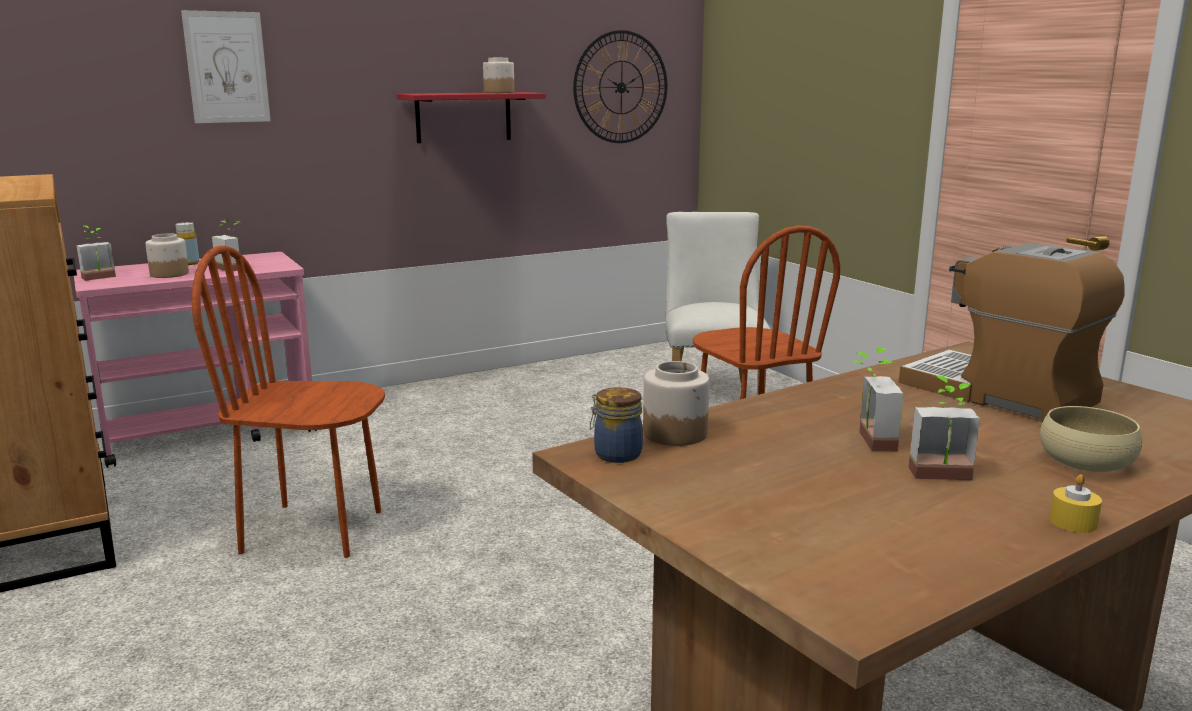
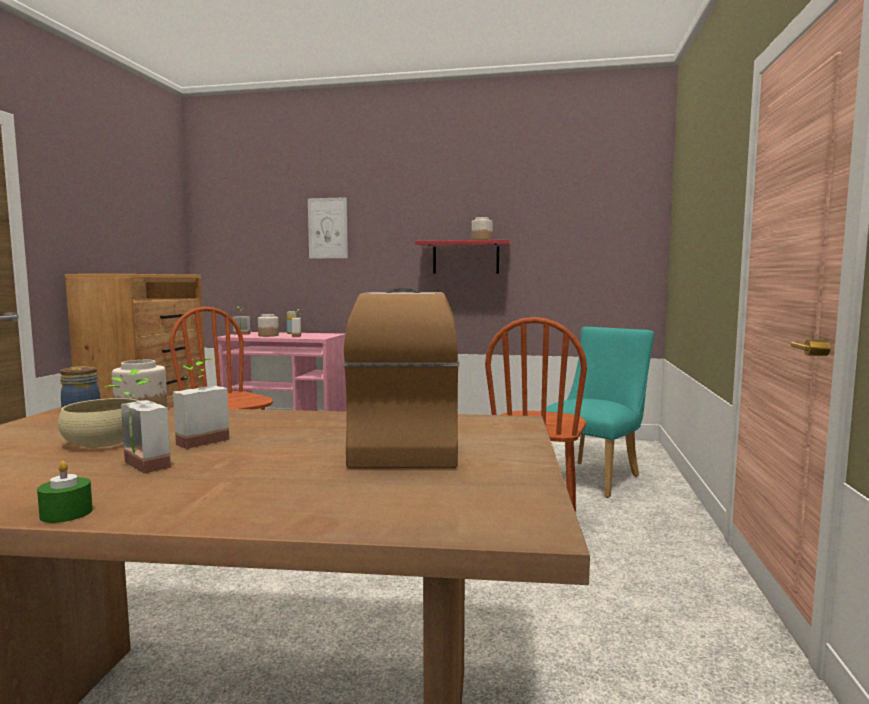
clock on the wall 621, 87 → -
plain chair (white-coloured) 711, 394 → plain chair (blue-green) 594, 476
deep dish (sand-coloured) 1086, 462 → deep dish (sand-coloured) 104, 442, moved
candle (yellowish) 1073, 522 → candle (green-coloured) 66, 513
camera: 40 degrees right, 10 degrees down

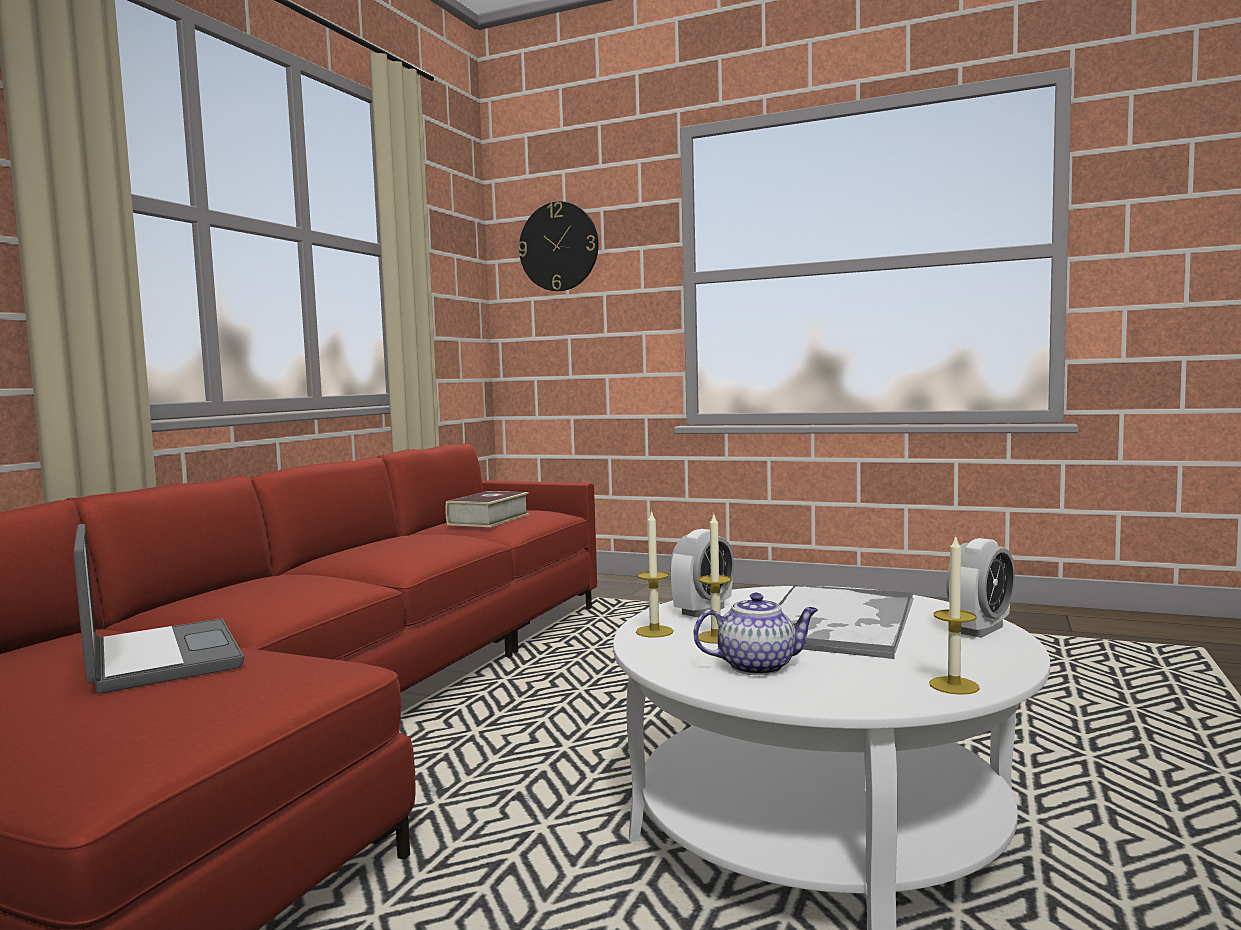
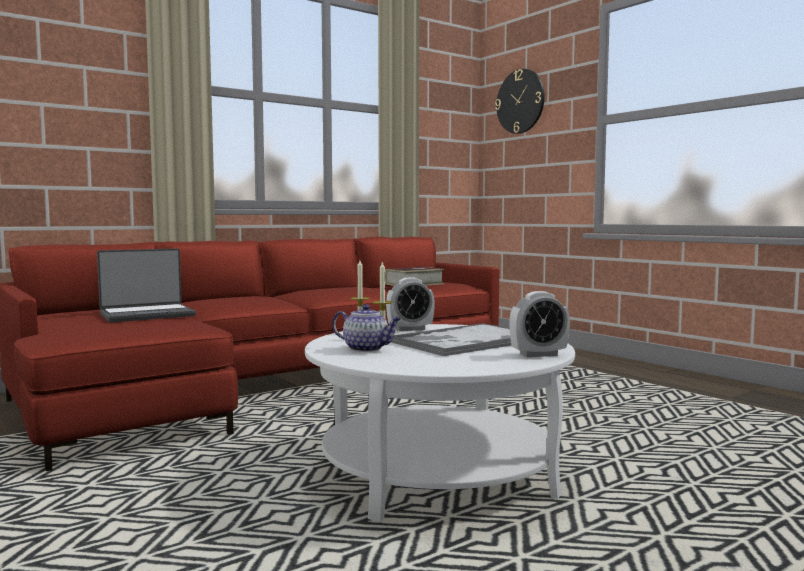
notebook computer 158, 659 → notebook computer 147, 315, 60 degrees clockwise
candle 954, 685 → -
camera: 30 degrees right, 0 degrees up

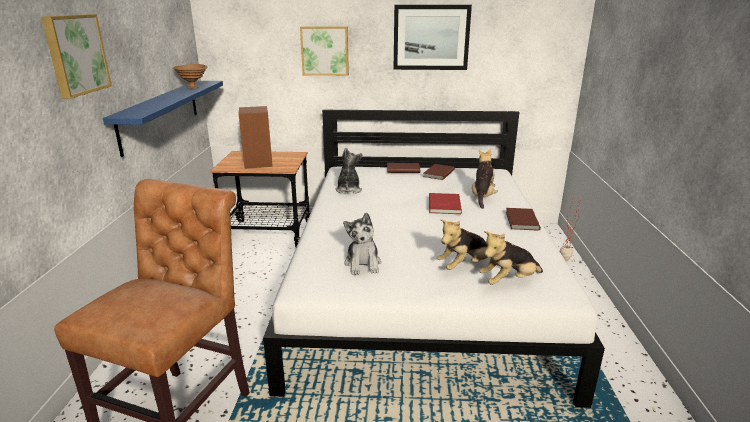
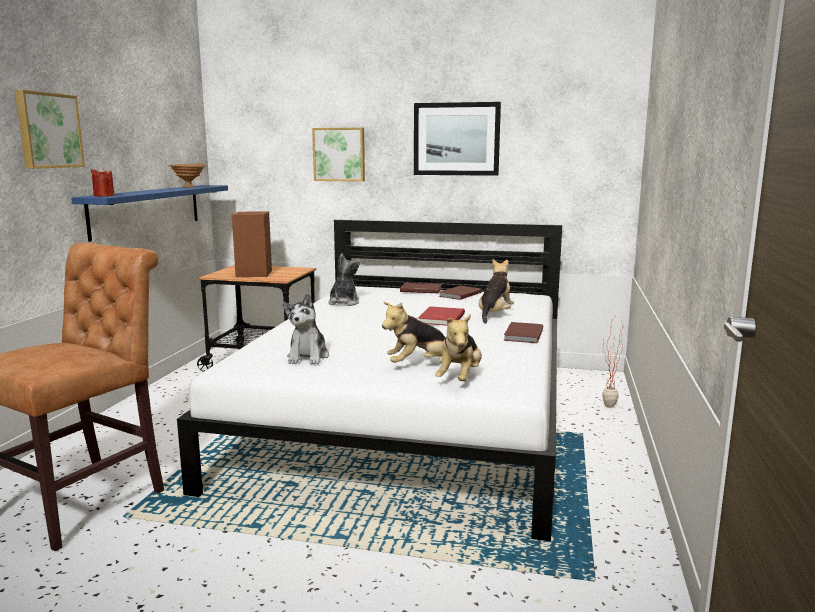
cuddly toy 508, 281 → cuddly toy 460, 378, 60 degrees counterclockwise
- → candle (red) 104, 196
camera: 10 degrees right, 10 degrees down

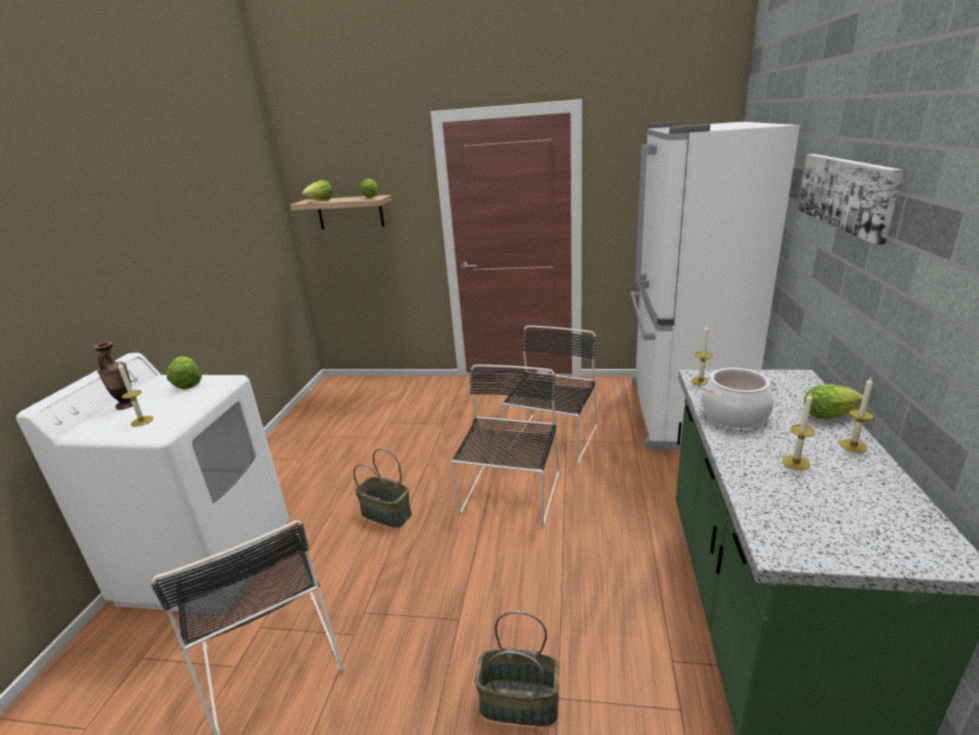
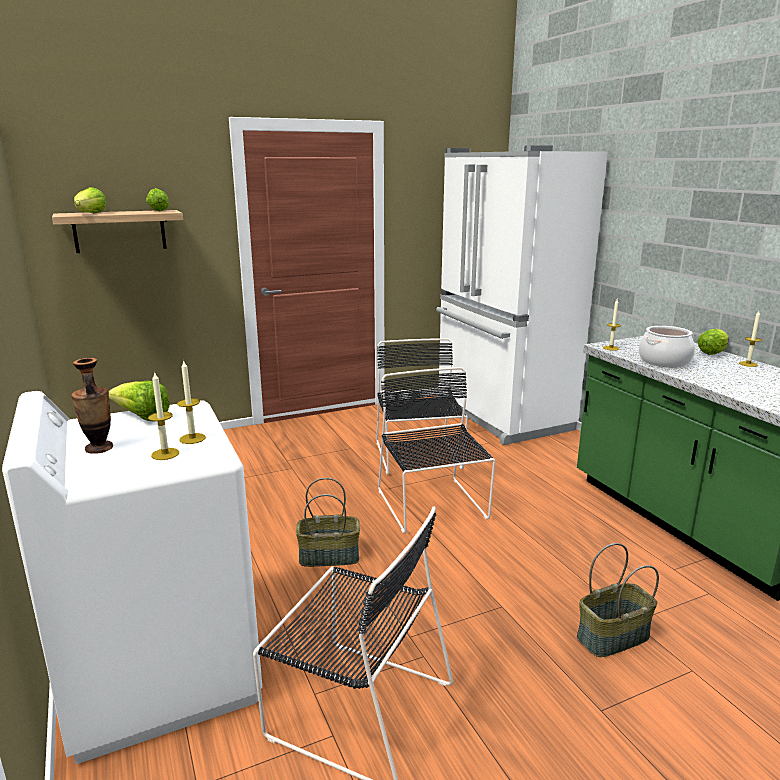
wall art 846, 193 → -
candle 796, 462 → candle 192, 438, moved
camera: 35 degrees left, 5 degrees down

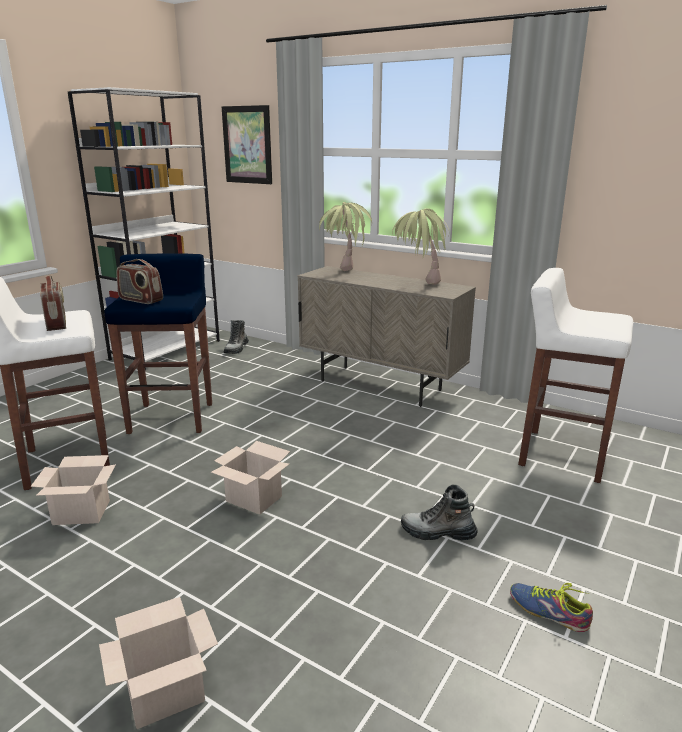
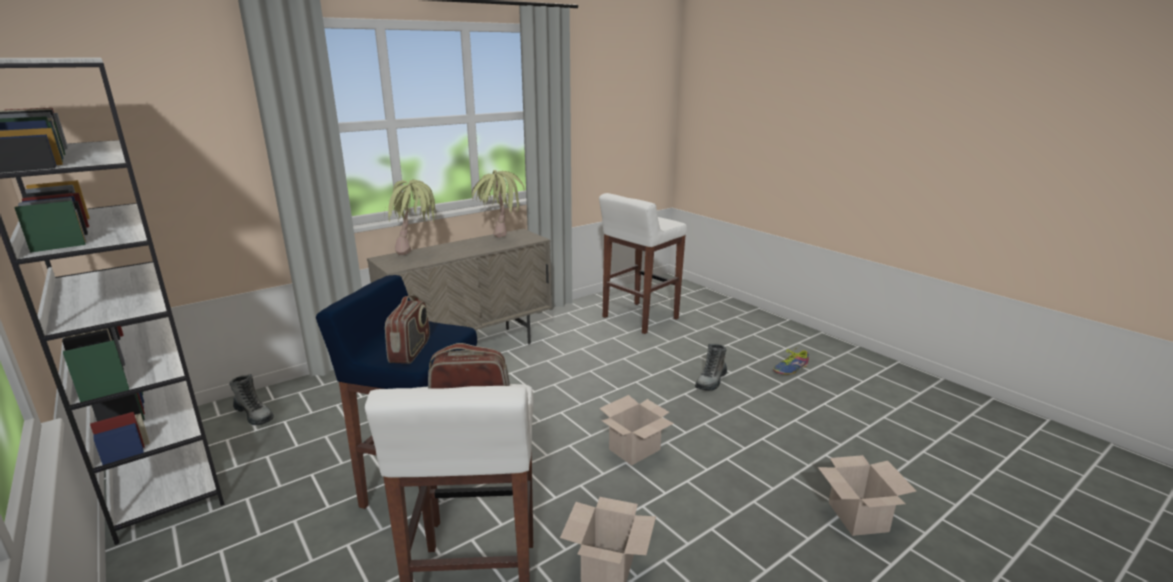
wall art 247, 145 → -
radio set 140, 300 → radio set 411, 351, 45 degrees counterclockwise
camera: 70 degrees left, 0 degrees up

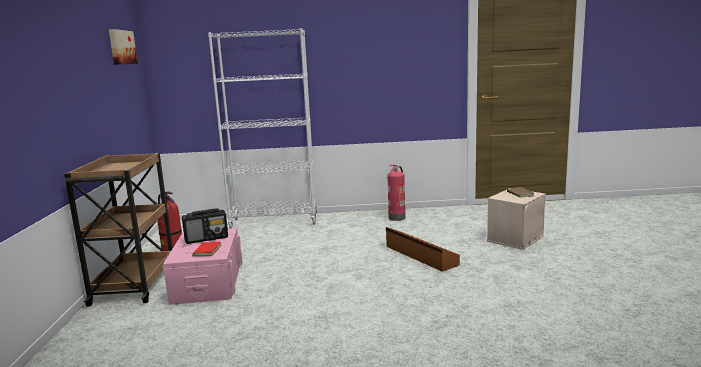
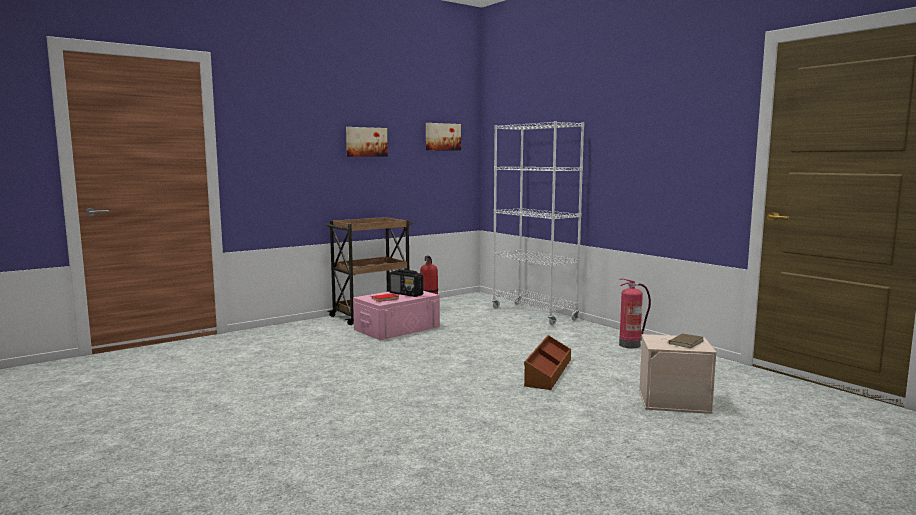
- → wall art 366, 142
camera: 55 degrees right, 5 degrees down

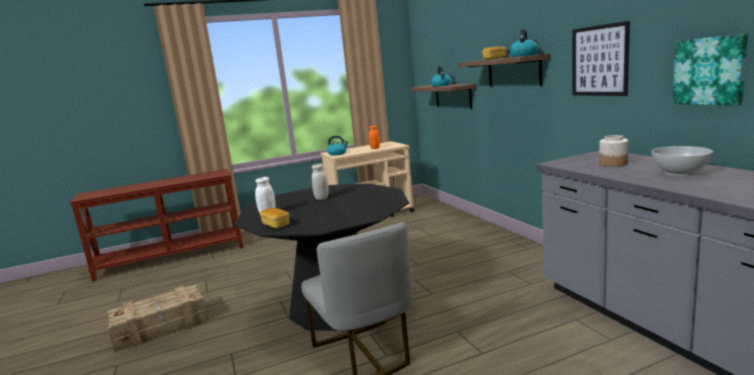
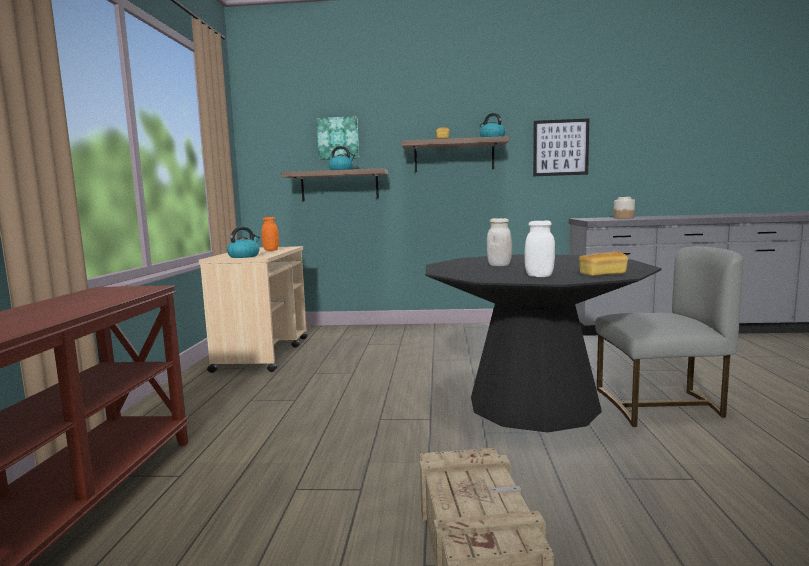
wall art 710, 71 → wall art 338, 138, moved
deep dish (white-coloured) 680, 173 → -
camera: 65 degrees left, 5 degrees down

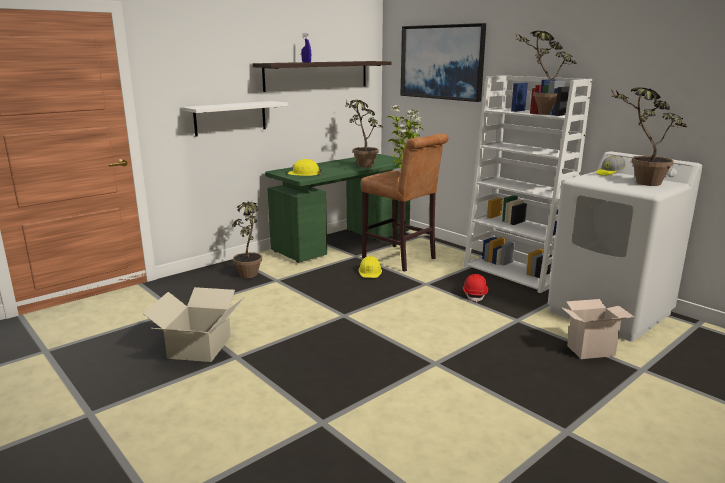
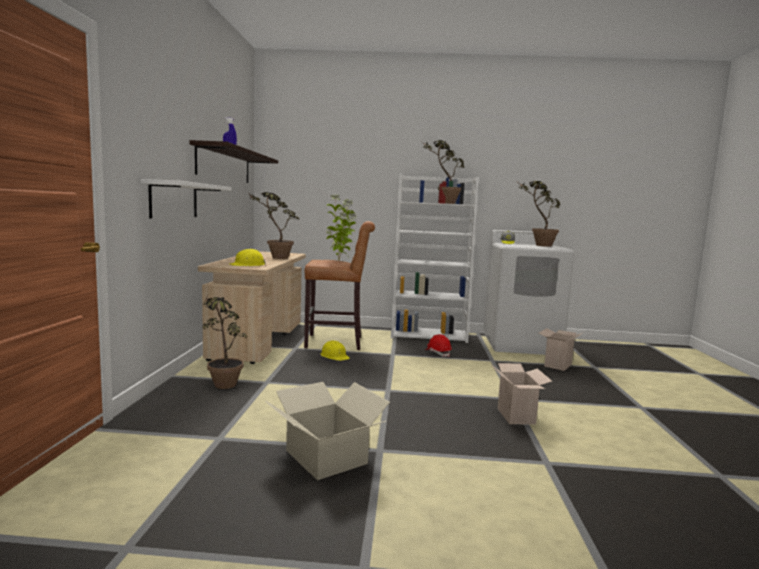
wall art 442, 62 → -
desk (green-coloured) 343, 241 → desk (sand-coloured) 258, 340
- → carton 517, 416
camera: 45 degrees left, 10 degrees down

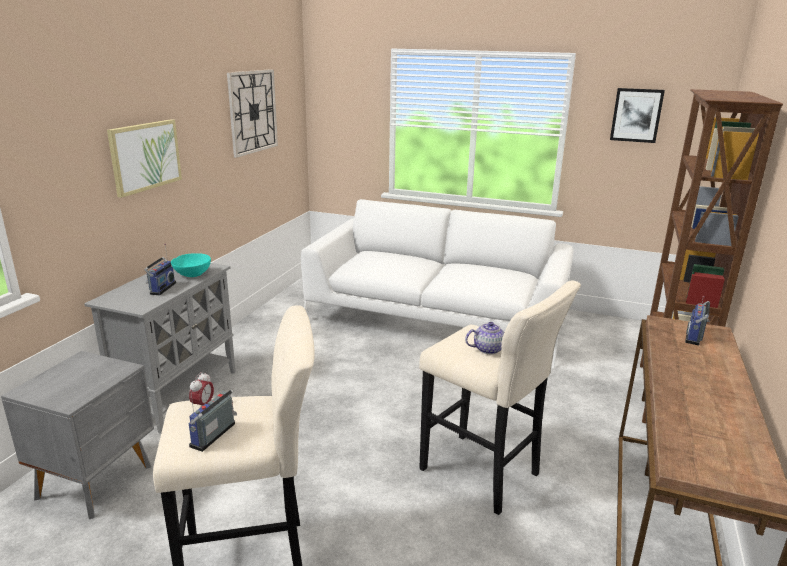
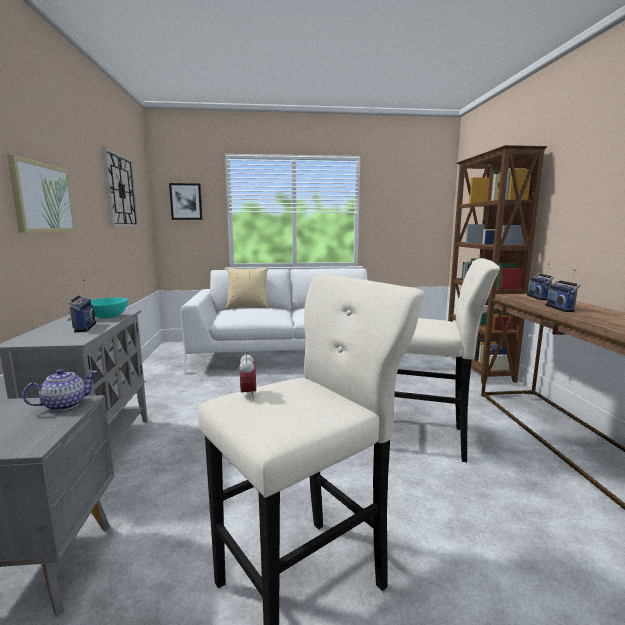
wall art 636, 115 → wall art 186, 201, moved
tea pot 488, 349 → tea pot 64, 405, moved
radio set 215, 436 → radio set 561, 308, moved
- → cushion (sand-coloured) 247, 307
camera: 25 degrees left, 10 degrees down

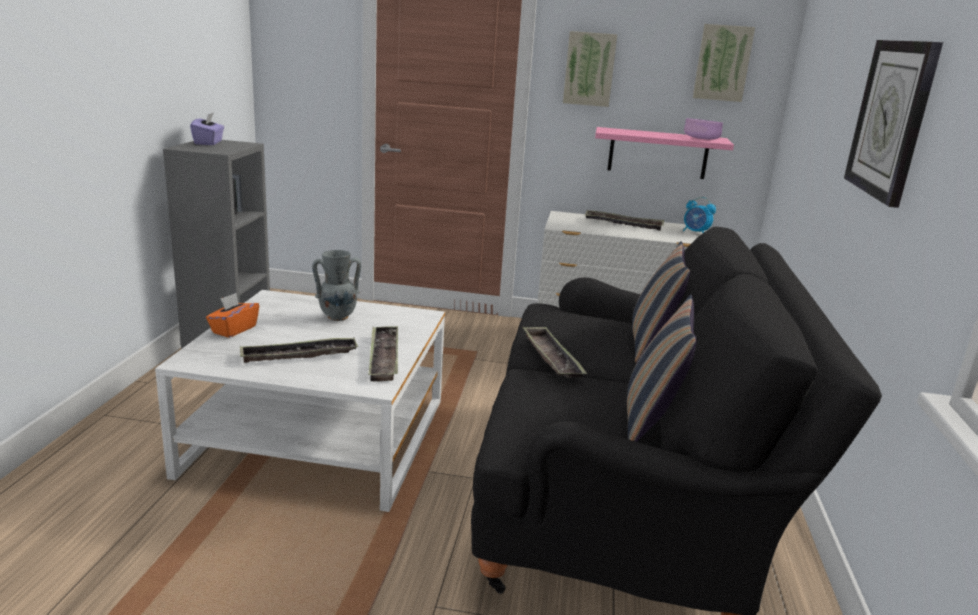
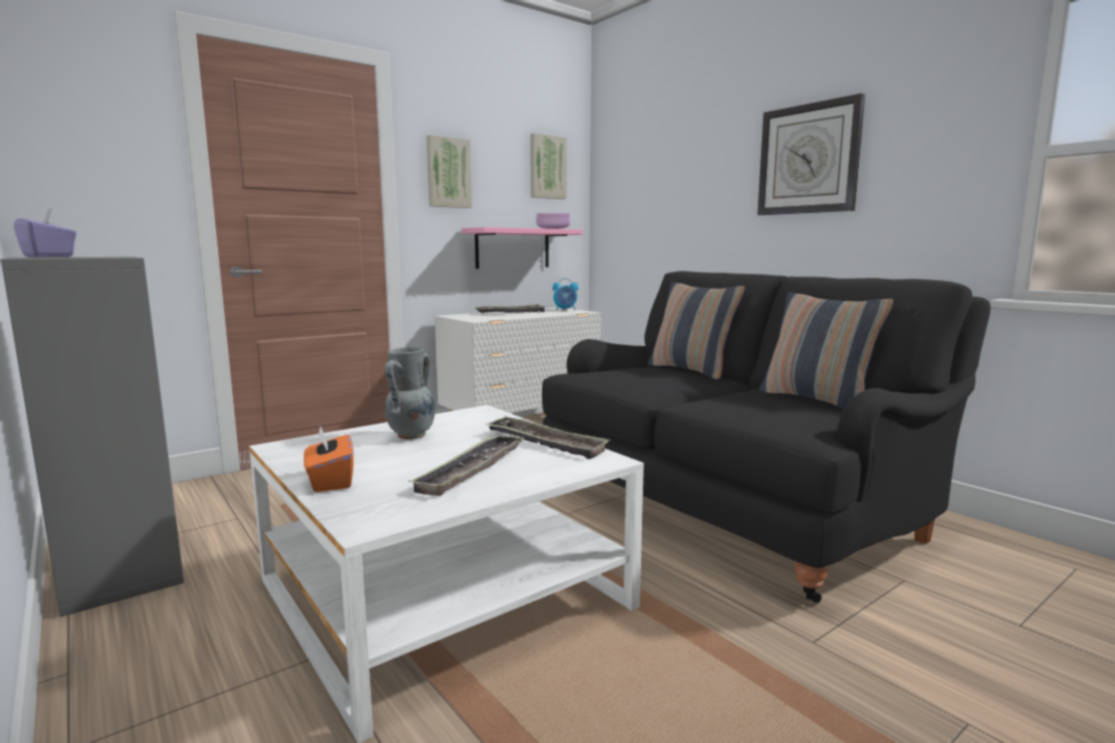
serving tray 551, 357 → -
camera: 45 degrees left, 10 degrees down

